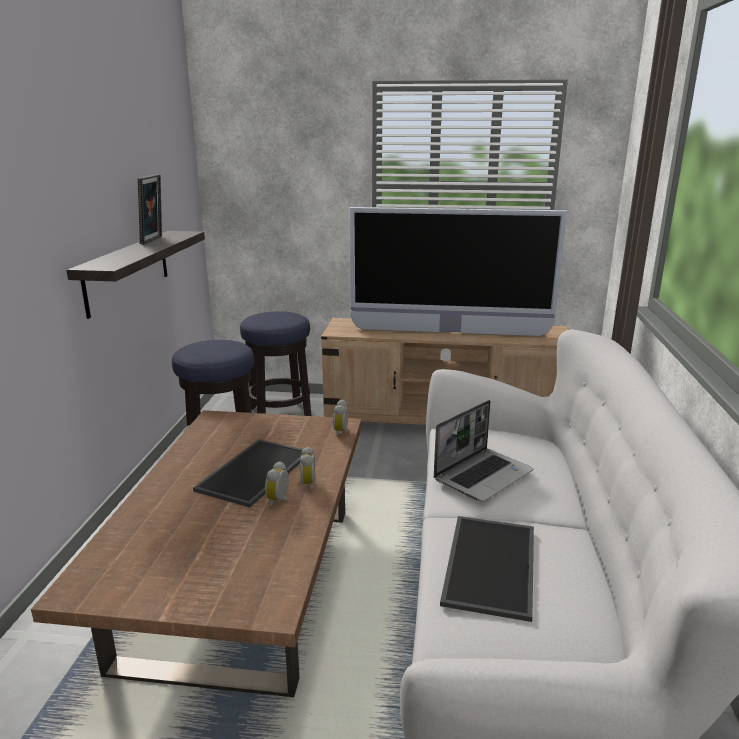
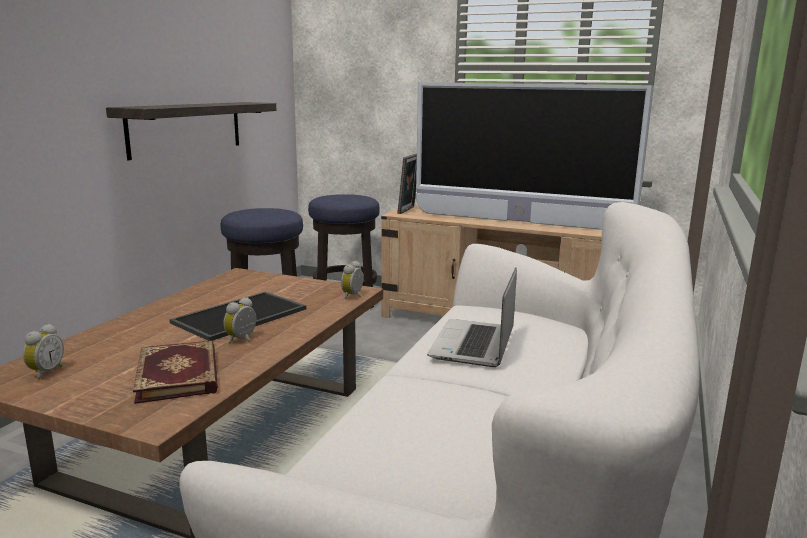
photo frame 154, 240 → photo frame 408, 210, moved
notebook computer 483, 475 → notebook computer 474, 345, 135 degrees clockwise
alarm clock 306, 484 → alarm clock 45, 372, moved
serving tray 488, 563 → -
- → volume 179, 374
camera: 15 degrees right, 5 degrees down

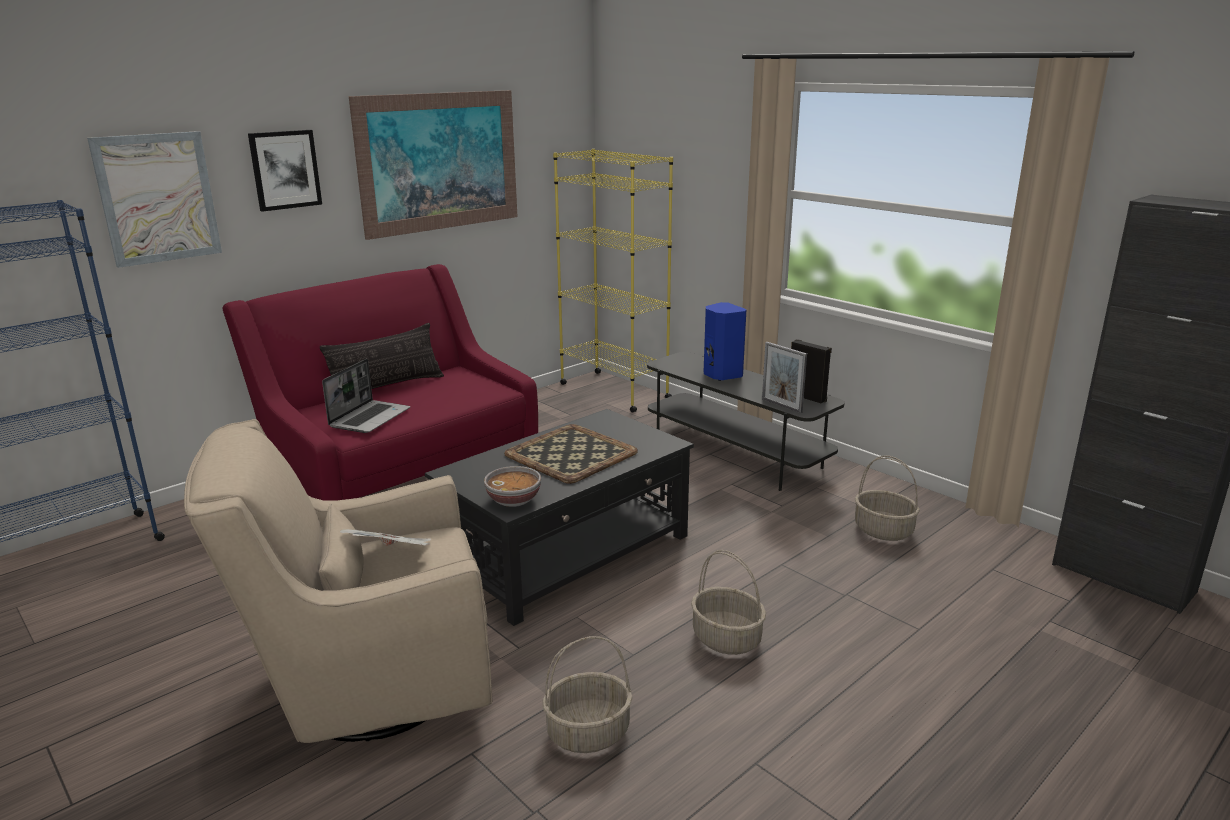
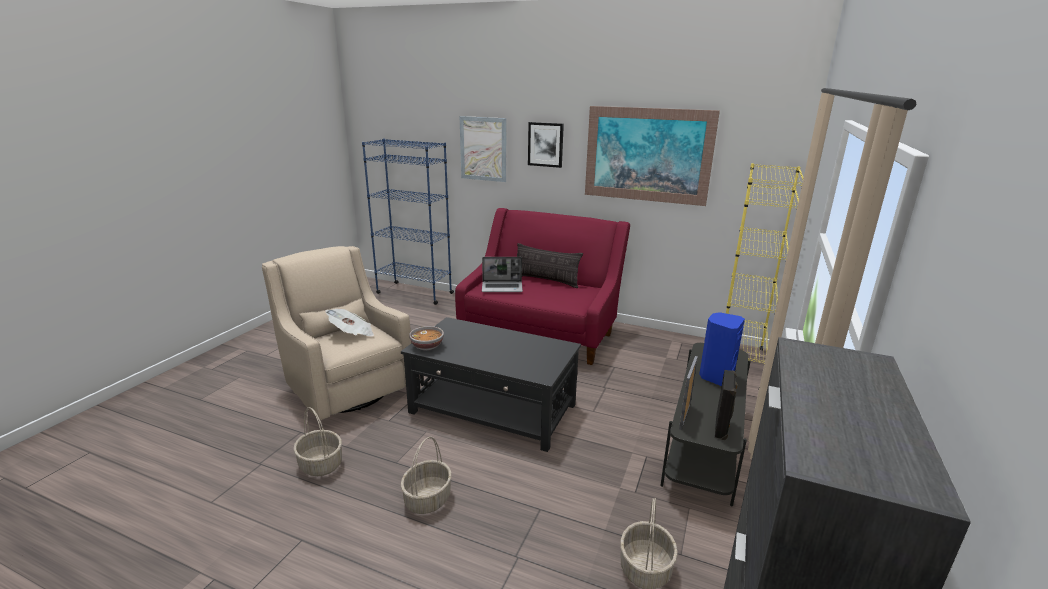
serving tray 569, 454 → -
camera: 65 degrees right, 0 degrees up

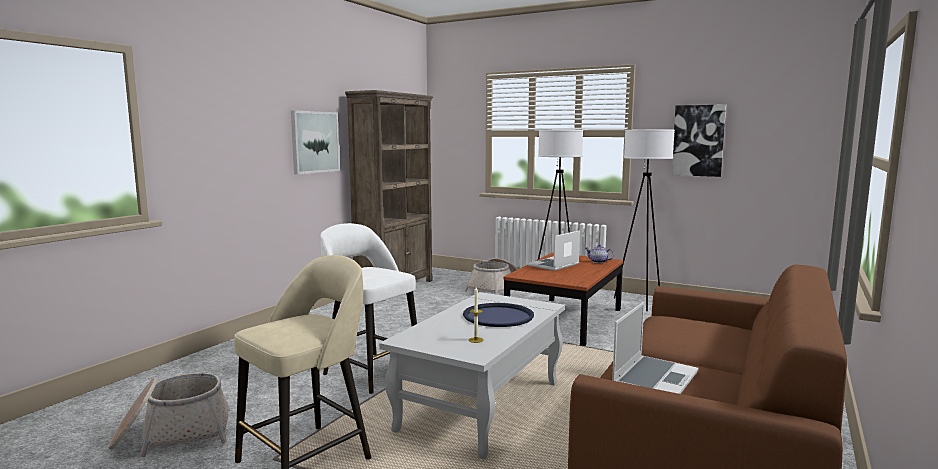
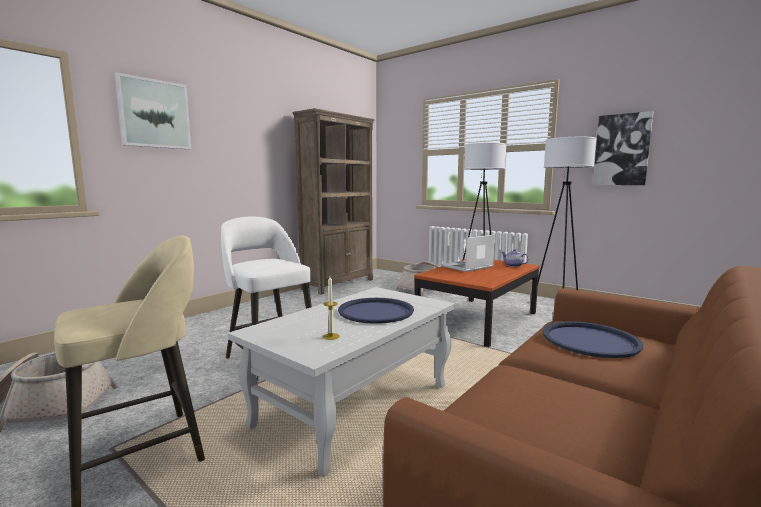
wall art 314, 142 → wall art 154, 114, moved
notebook computer 654, 378 → -
- → serving tray (bluish) 590, 340
camera: 10 degrees right, 0 degrees up

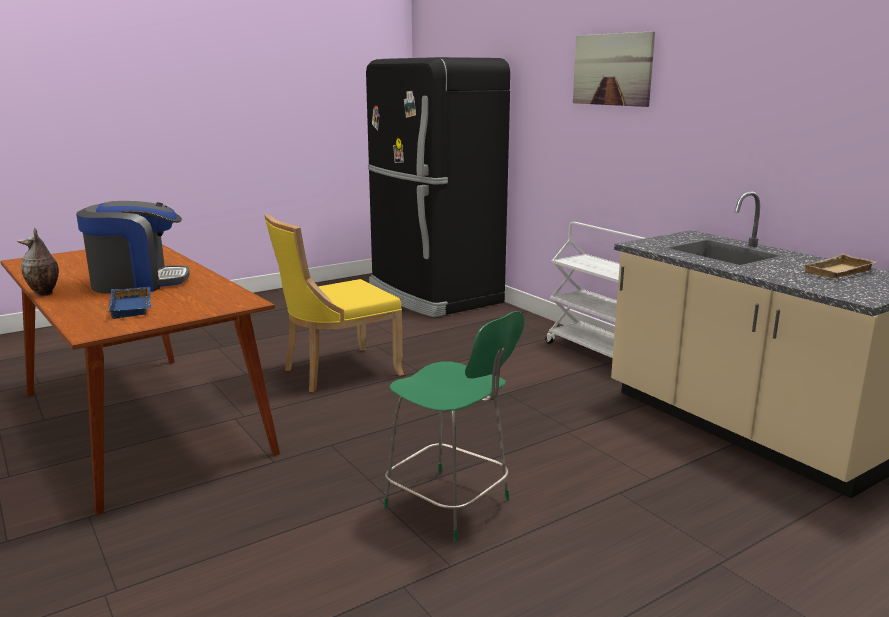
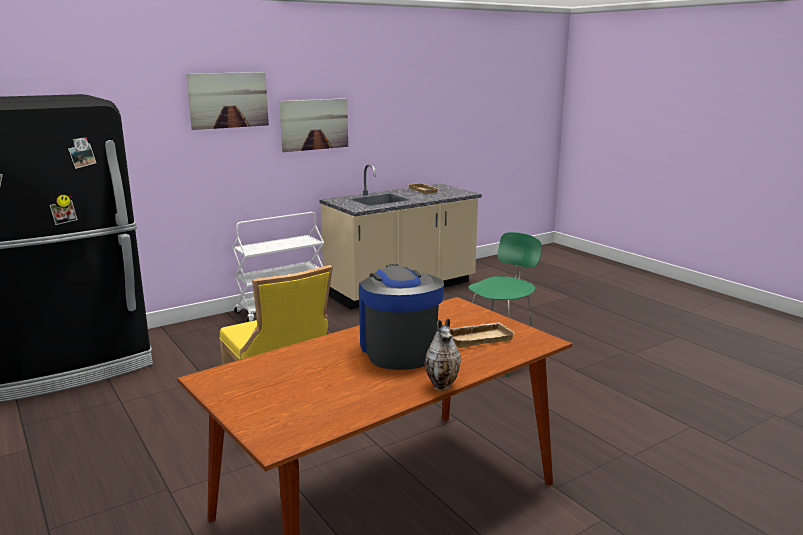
serving tray (bluish) 133, 307 → serving tray (sand-coloured) 478, 338
- → wall art 314, 124
camera: 90 degrees left, 0 degrees up

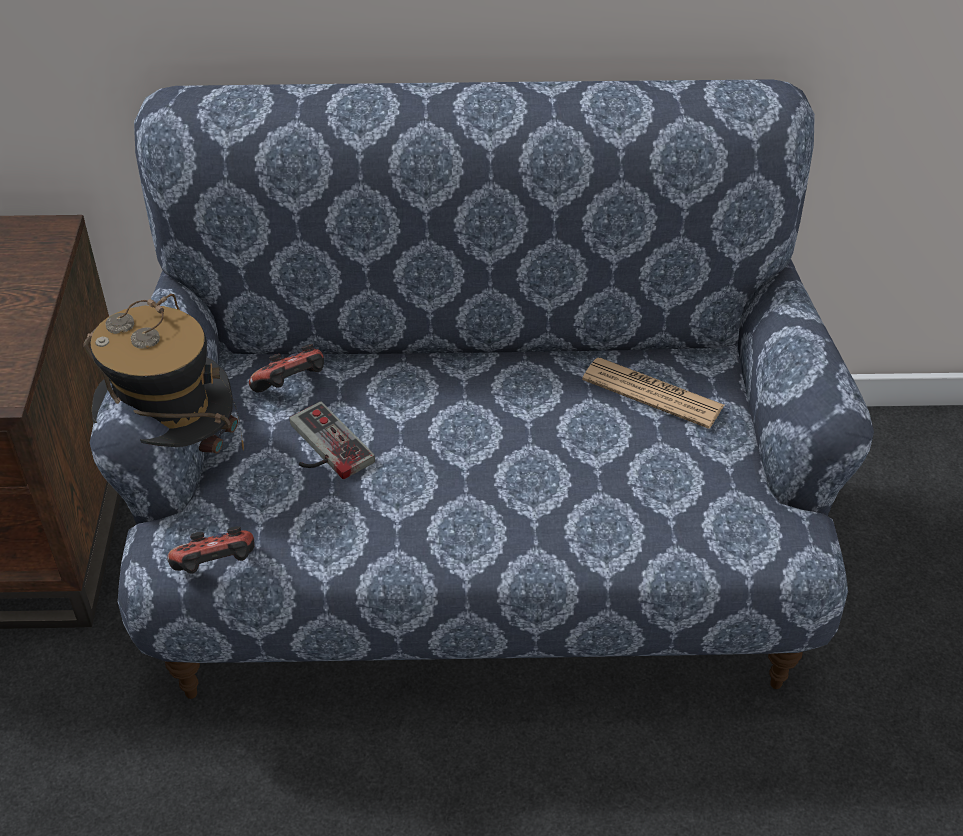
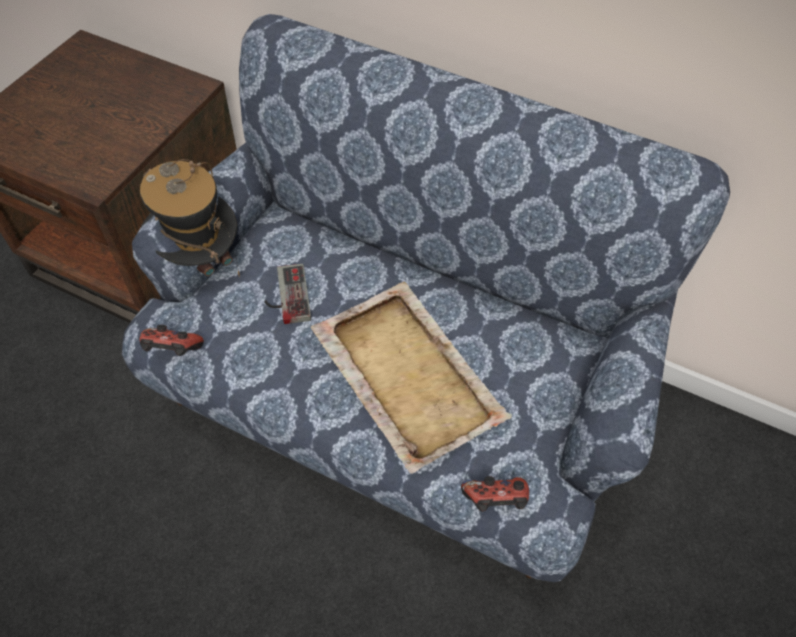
gamepad 292, 388 → gamepad 494, 501, moved
newspaper 652, 393 → -
- → serving tray (sand-coloured) 406, 373
camera: 25 degrees right, 10 degrees up

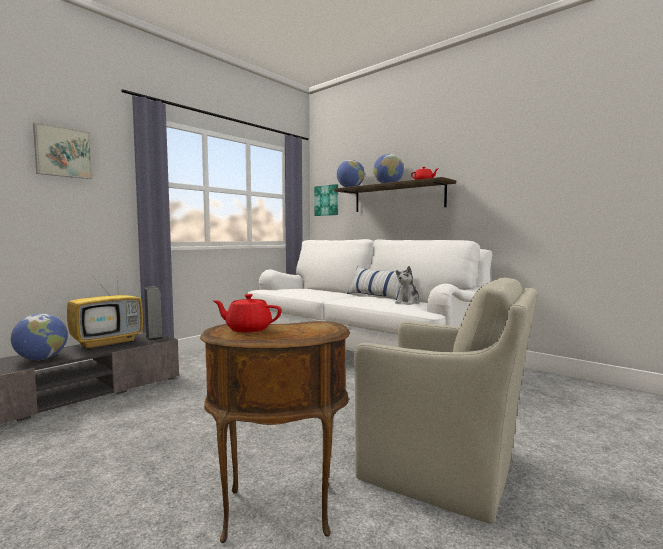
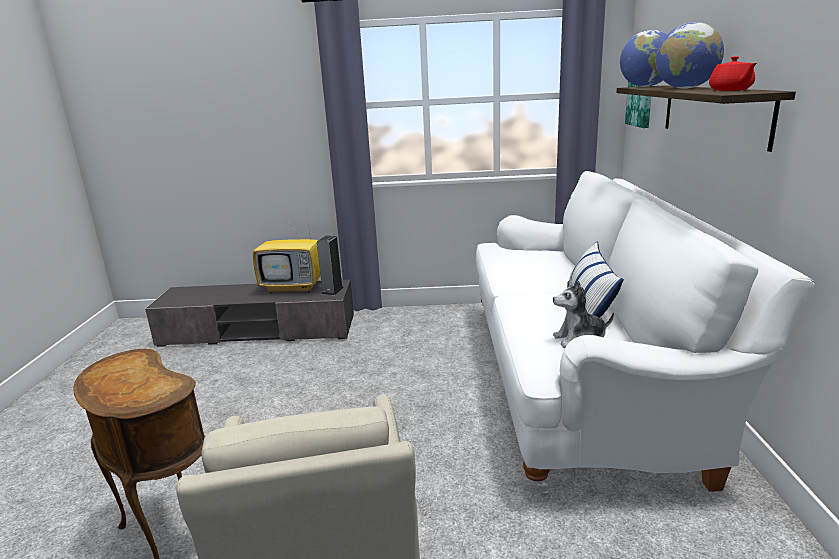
wall art 63, 152 → -
tea pot (red) 248, 329 → -
desk globe 41, 359 → -
camera: 50 degrees right, 15 degrees up

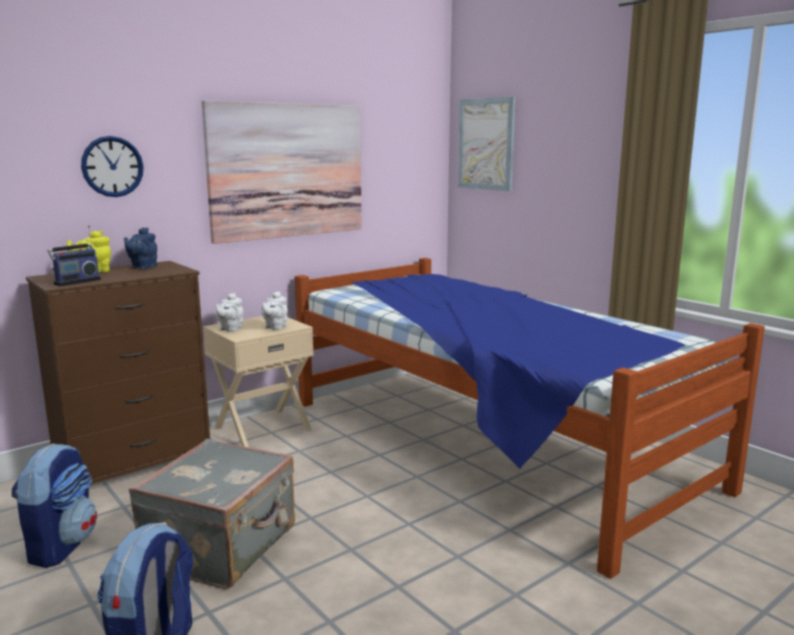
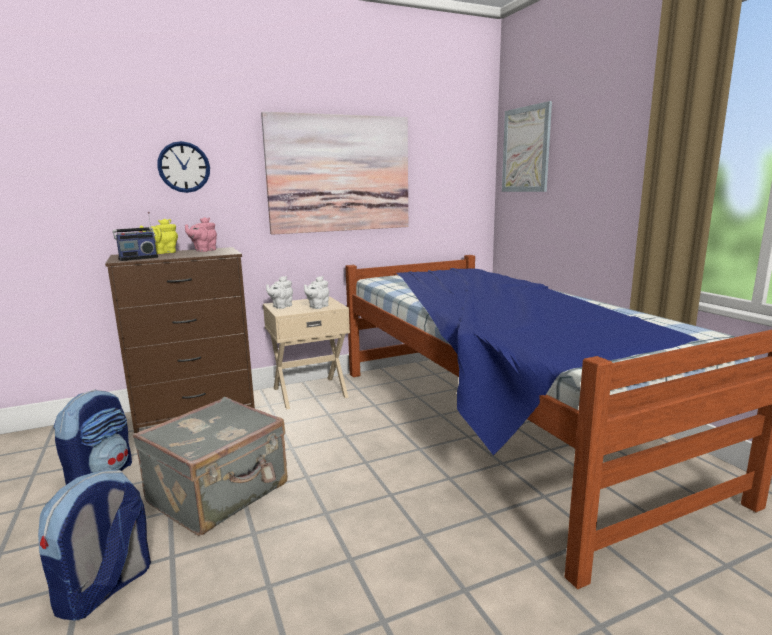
tea pot (bluish) 142, 267 → tea pot (pinkish) 204, 250
camera: 15 degrees right, 0 degrees up

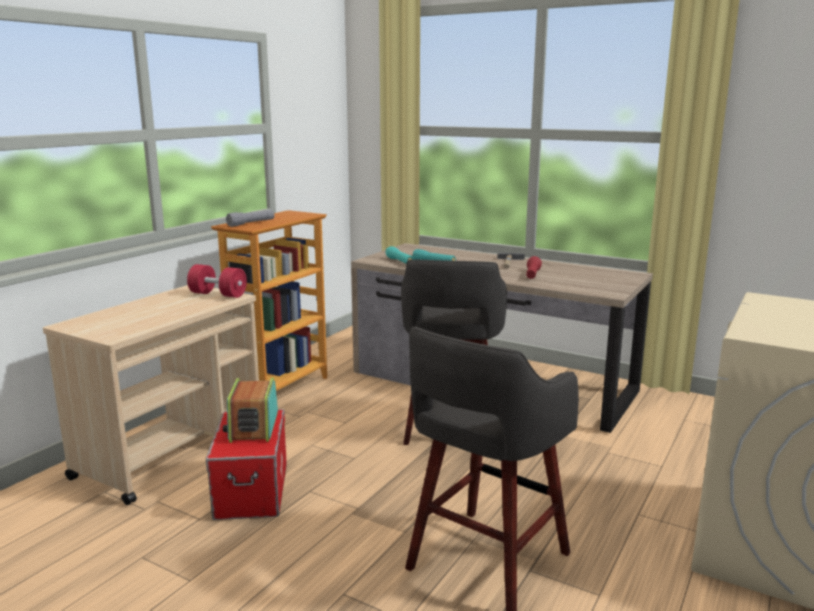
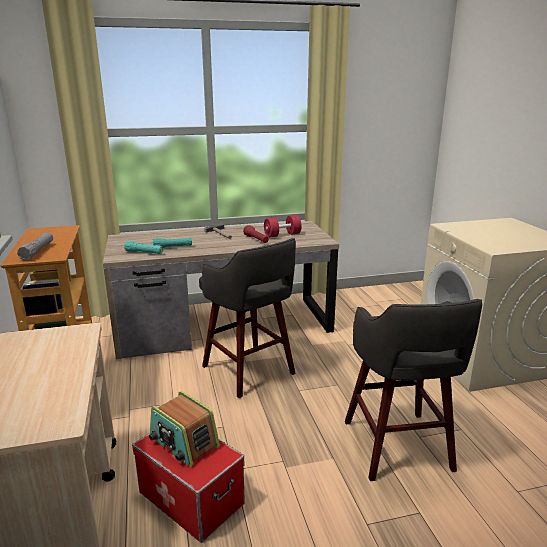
free weight (red) 218, 294 → free weight (red) 282, 235, moved
camera: 45 degrees left, 5 degrees up

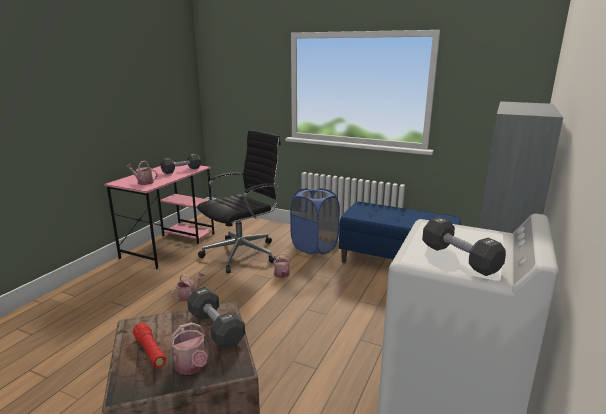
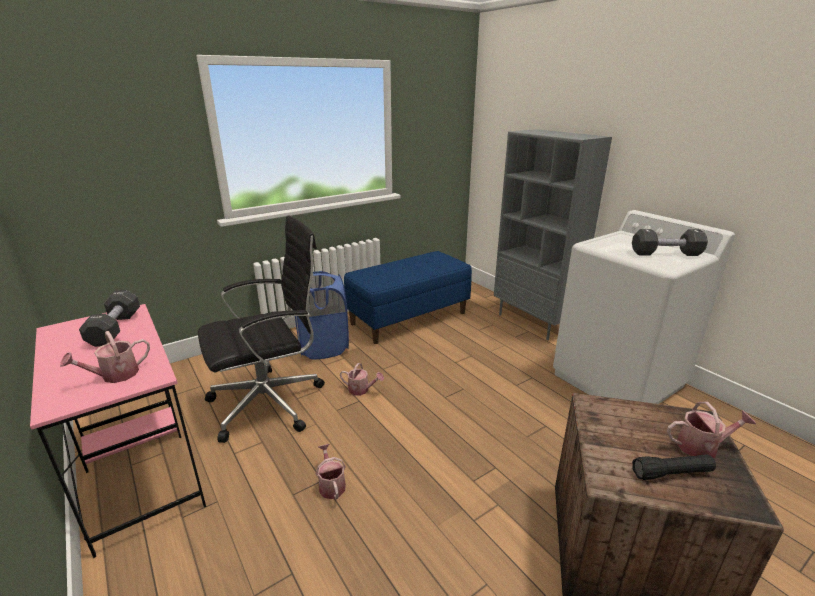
office chair (blackish) 243, 253 → office chair (blackish) 271, 402, 75 degrees clockwise
free weight (blackish) 216, 328 → -
flashlight (red) 150, 351 → flashlight (blackish) 671, 473
camera: 60 degrees left, 5 degrees up

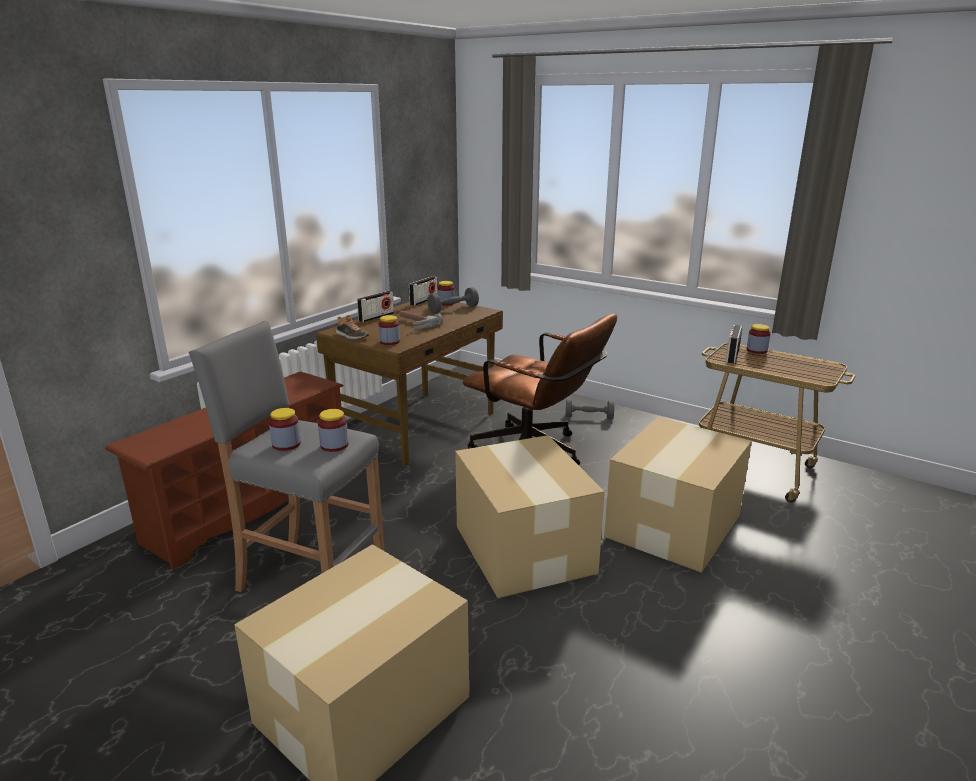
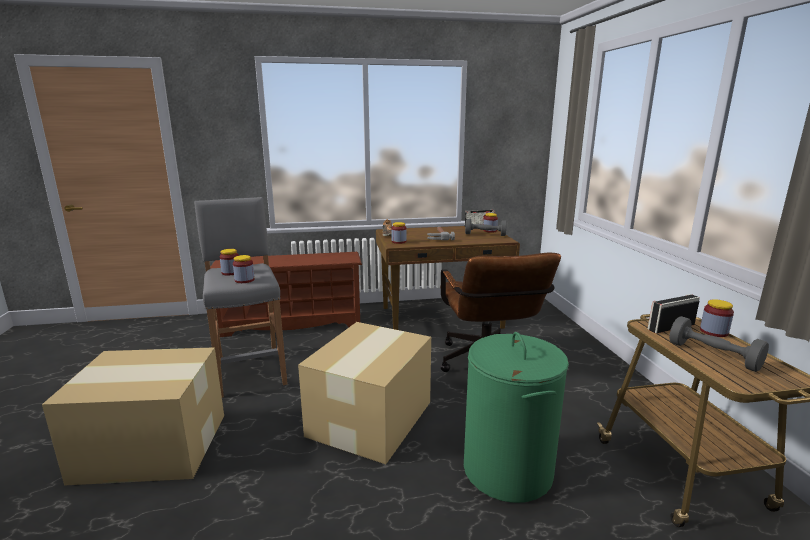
radio set 376, 317 → -
free weight (grey) 589, 417 → free weight (grey) 713, 356, moved
carton 675, 525 → hamper (green-coloured) 508, 470
camera: 45 degrees right, 5 degrees down

